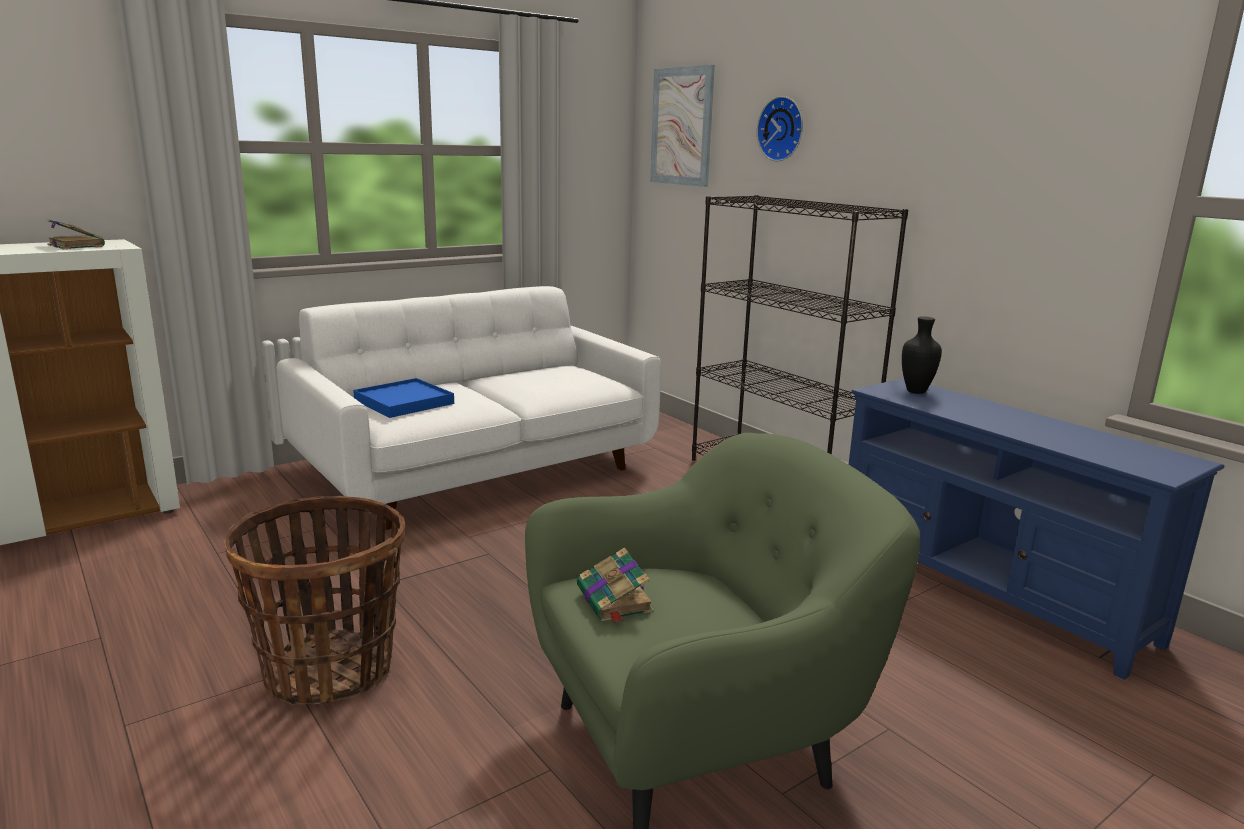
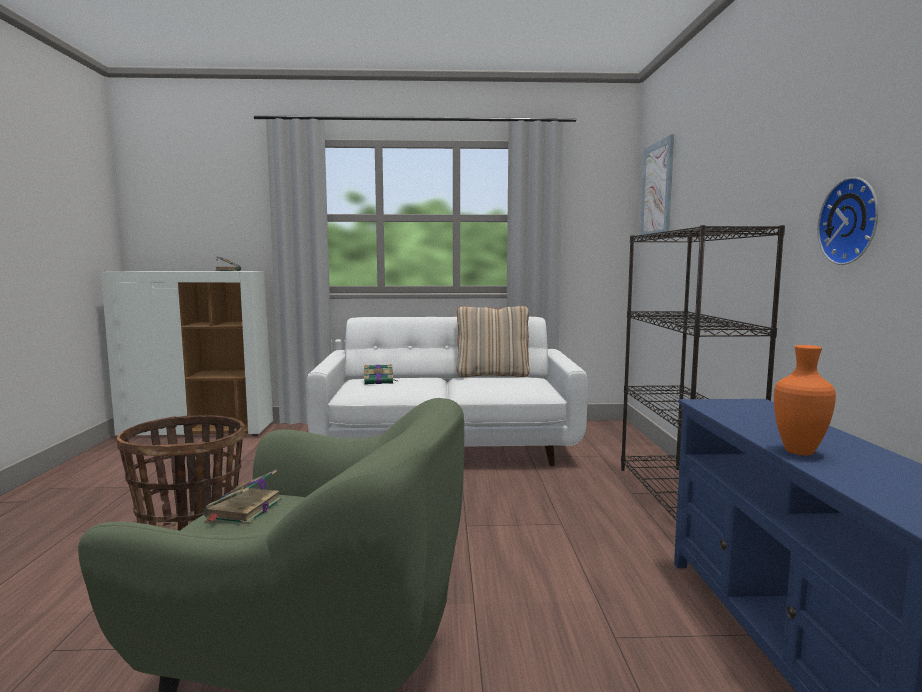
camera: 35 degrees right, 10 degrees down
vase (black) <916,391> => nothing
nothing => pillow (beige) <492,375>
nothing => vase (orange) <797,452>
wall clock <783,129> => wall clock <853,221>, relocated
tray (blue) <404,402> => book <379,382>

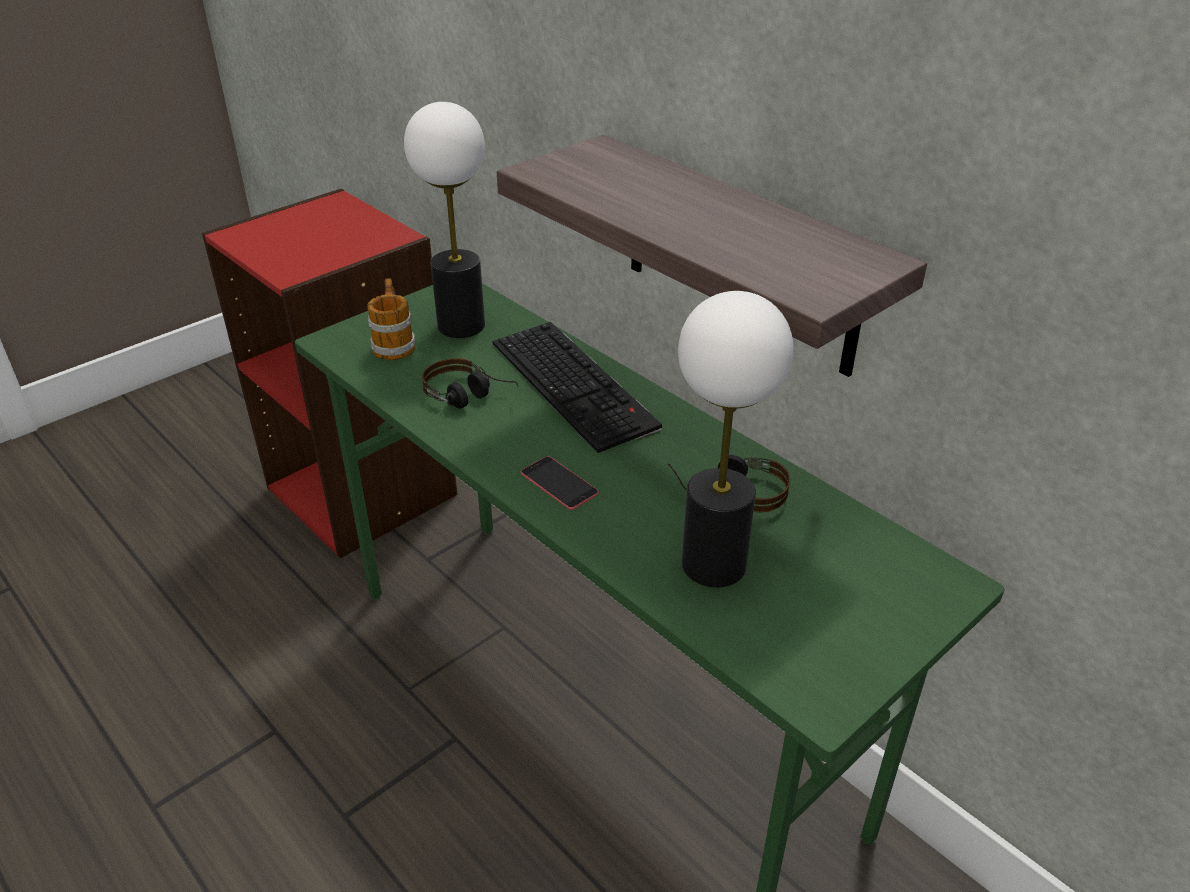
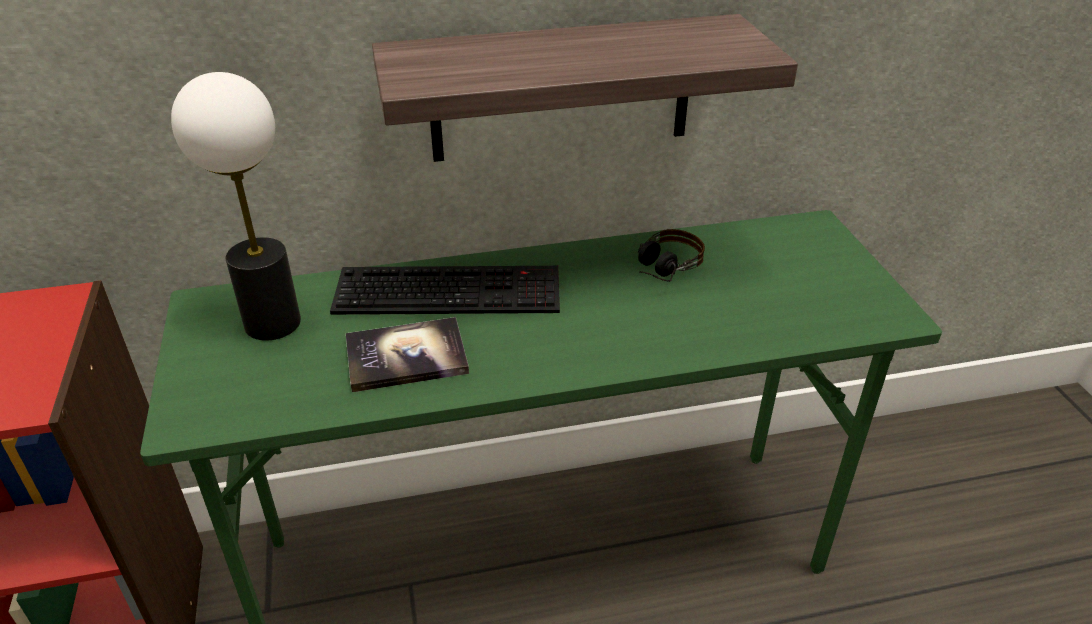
camera: 60 degrees left, 0 degrees up
mug <394,343> => nothing
phone <559,483> => nothing
table lamp <714,565> => nothing
headphones <471,398> => book <406,356>

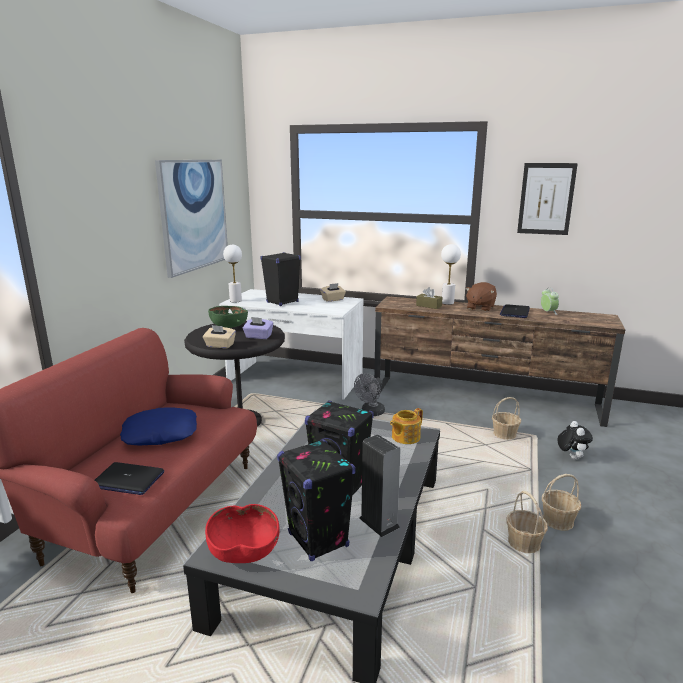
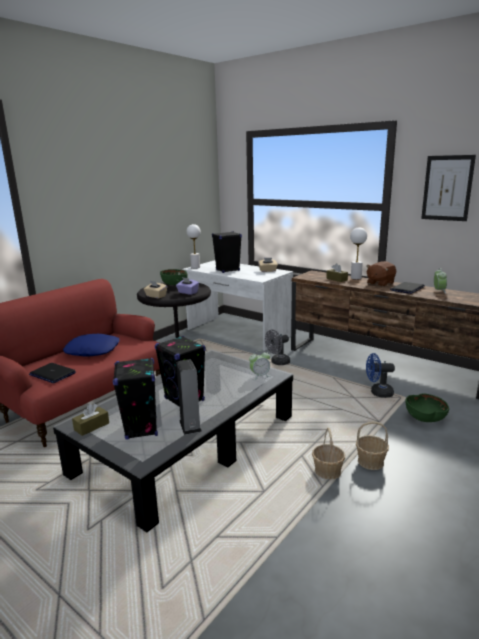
camera: 20 degrees right, 0 degrees up
picture <194,215> => nothing
bowl (red) <244,551> => tissue box (brown) <91,426>
teapot <405,437> => alarm clock <260,376>
basket <504,434> => fan (blue) <378,393>
plush toy <571,457> => bowl (green) <424,418>

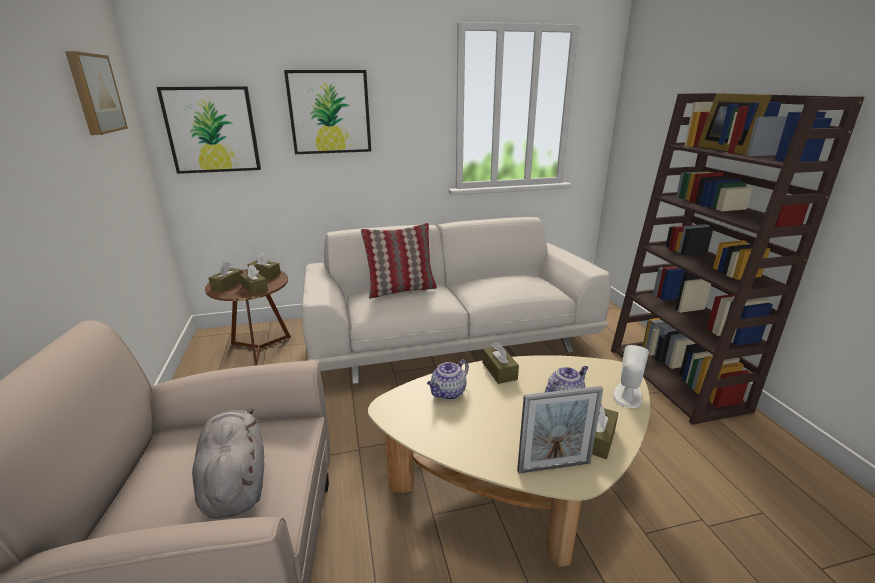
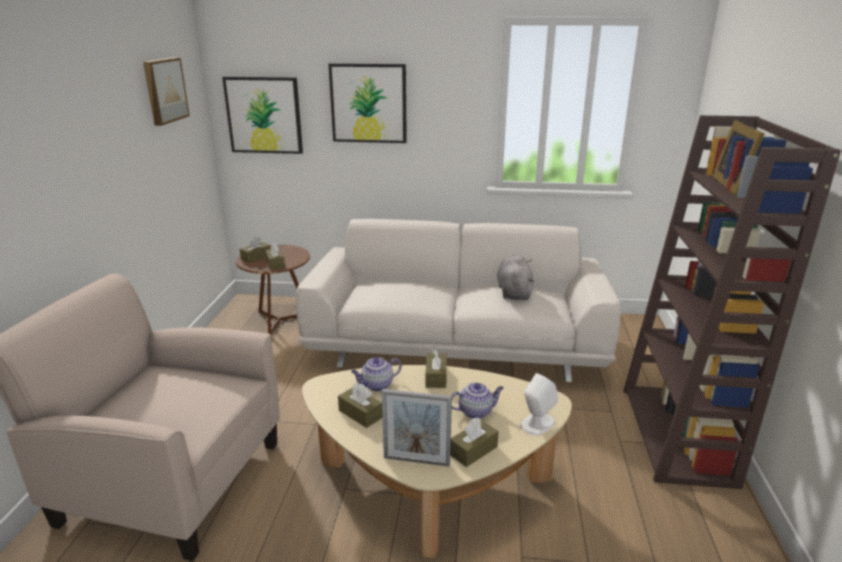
camera: 20 degrees right, 0 degrees up
pillow <401,290> => nothing
plush toy (grey) <235,482> => plush toy (grey) <514,292>, relocated
tissue box (brown) <265,274> => tissue box (brown) <360,414>, relocated

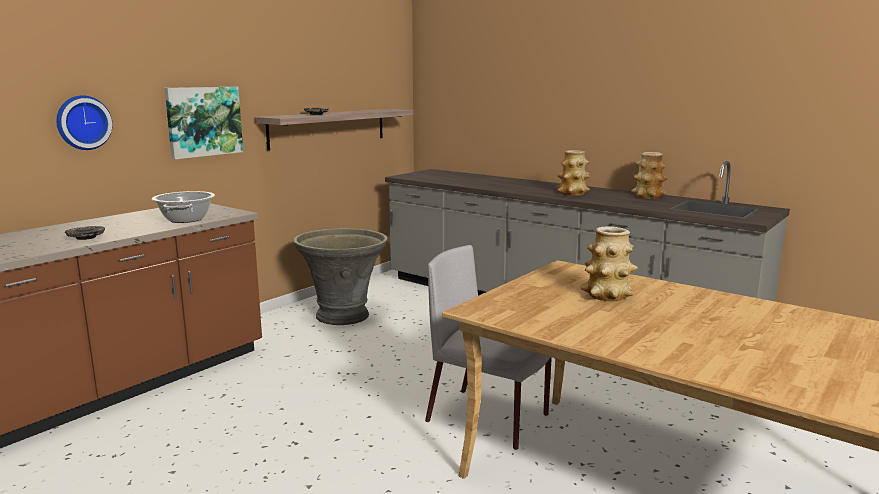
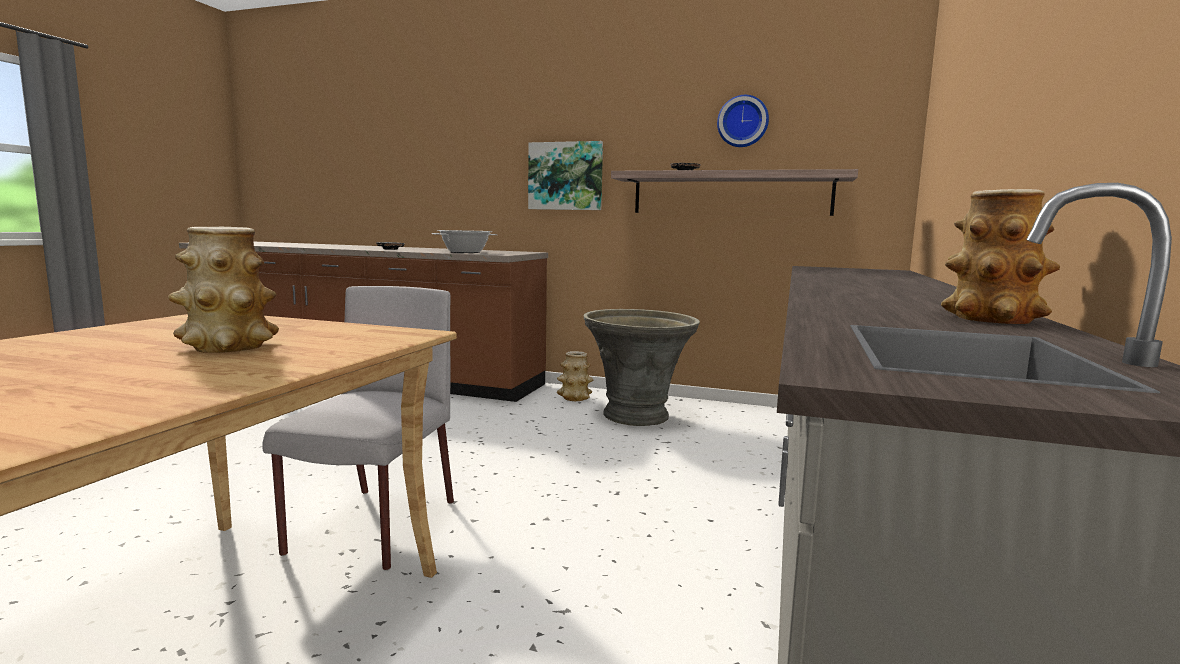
camera: 70 degrees right, 5 degrees down
wall clock <82,122> => wall clock <743,121>, relocated
vase <572,193> => vase <574,398>, relocated

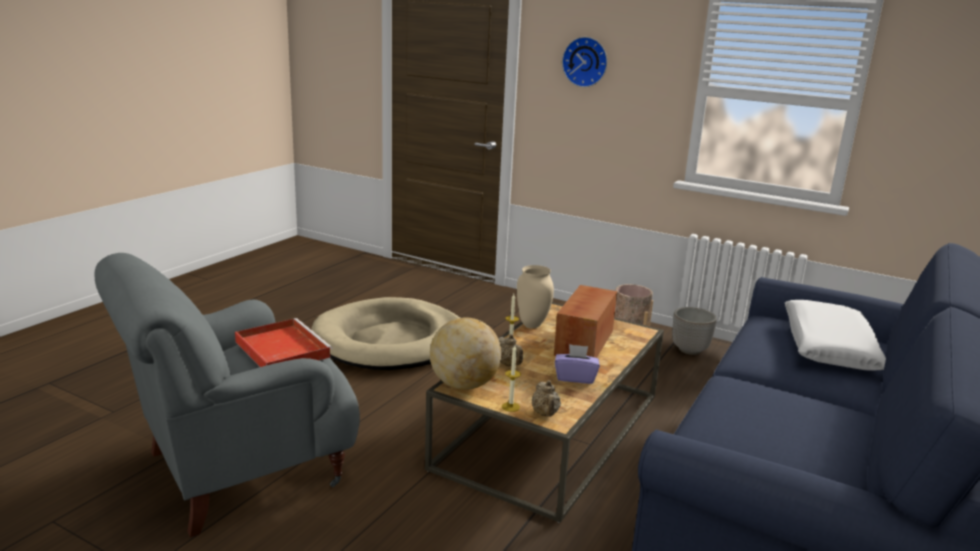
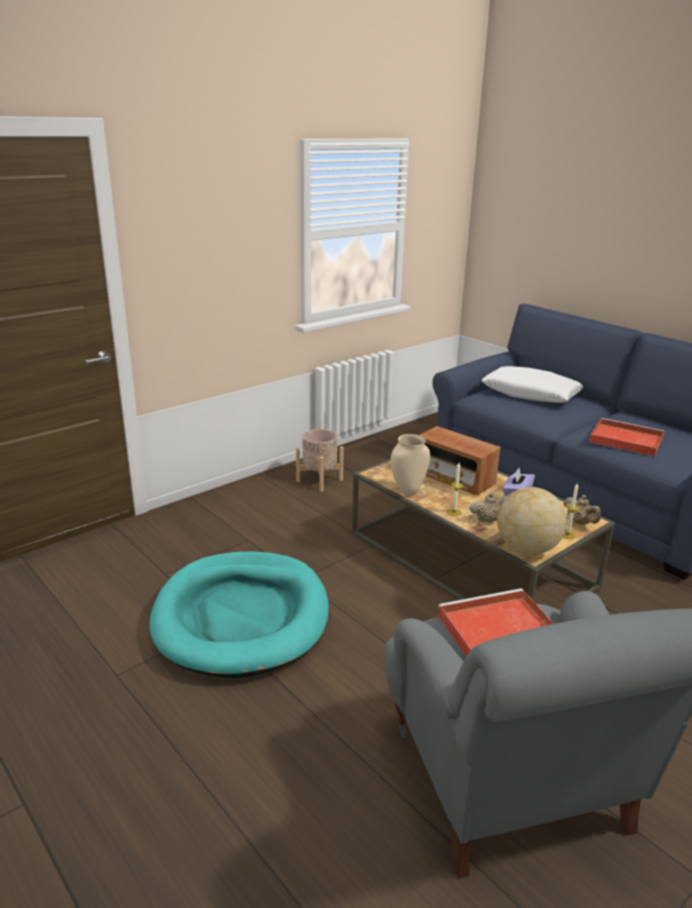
camera: 70 degrees left, 5 degrees up
wall clock <586,61> => nothing
planter <690,350> => nothing
nothing => tray (red) <624,440>
dog bed (beige) <391,341> => dog bed (turquoise) <242,617>
teapot (beige) <545,414> => teapot (beige) <579,522>, 45 degrees clockwise

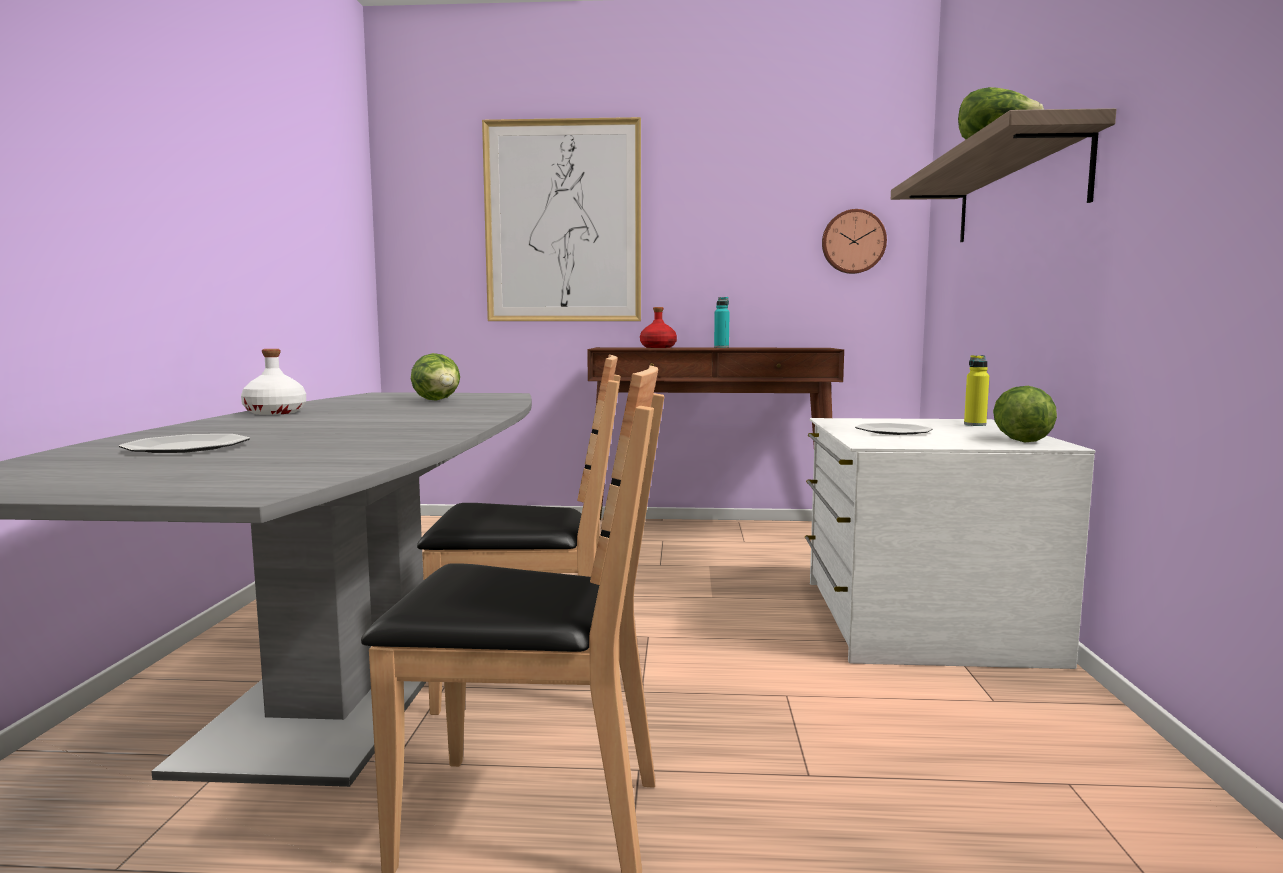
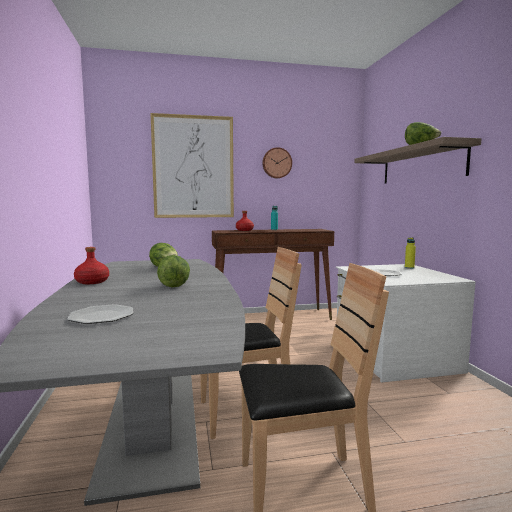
camera: 15 degrees left, 0 degrees up
wall clock <853,242> => wall clock <276,163>, relocated
lettuce <1020,440> => lettuce <174,285>, relocated
bottle (white) <274,412> => bottle (red) <92,282>

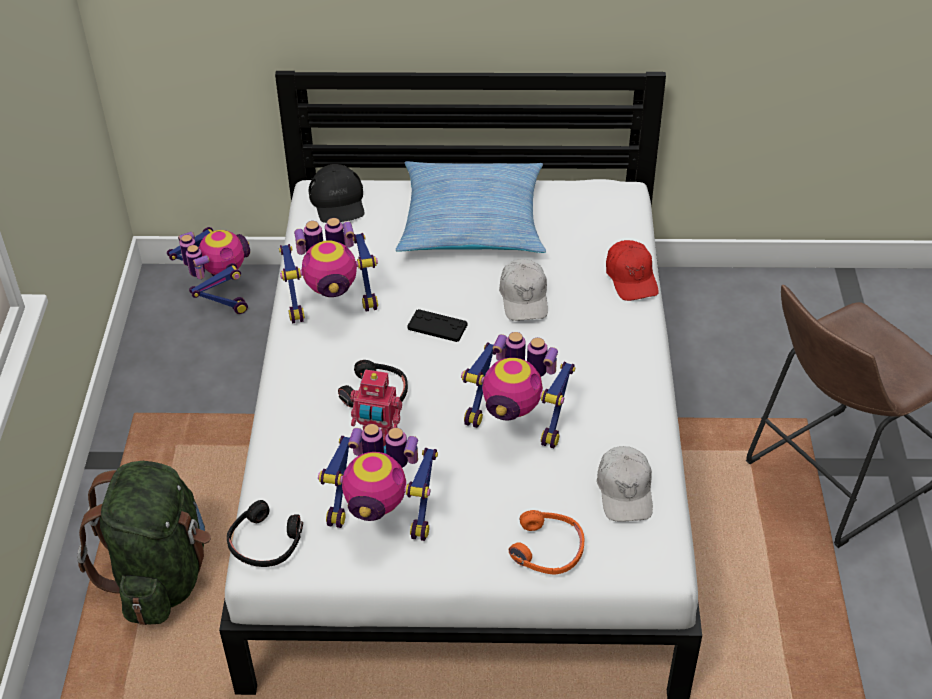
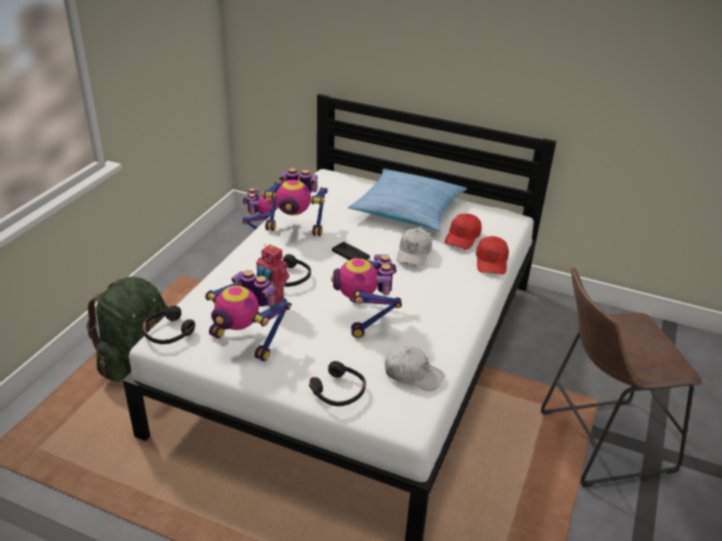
camera: 20 degrees right, 10 degrees down
cap (black) <338,201> => nothing
nothing => cap (red) <463,237>
headphones (orange) <547,549> => headphones (black) <338,391>
toy robot <516,424> => toy robot <365,317>, 45 degrees clockwise
cap (white) <625,491> => cap (white) <413,374>, 90 degrees counterclockwise

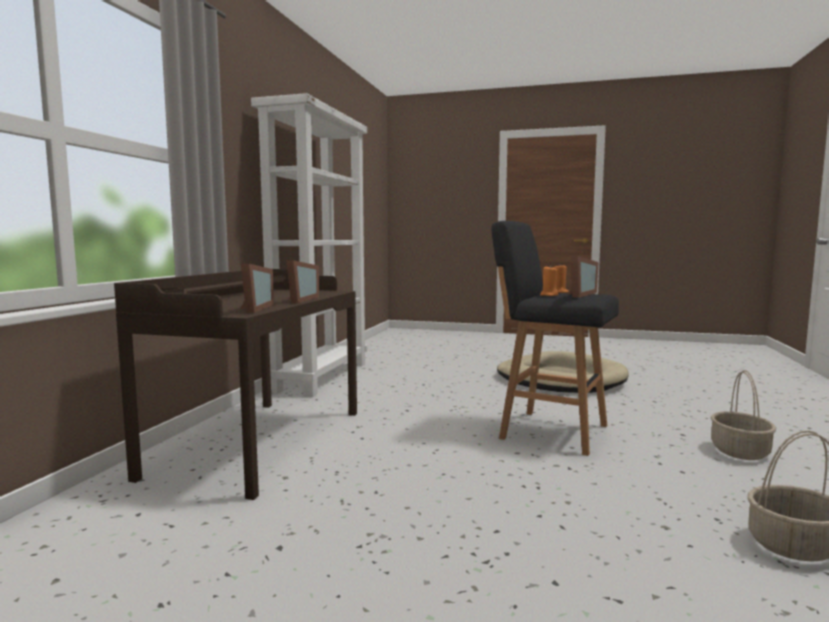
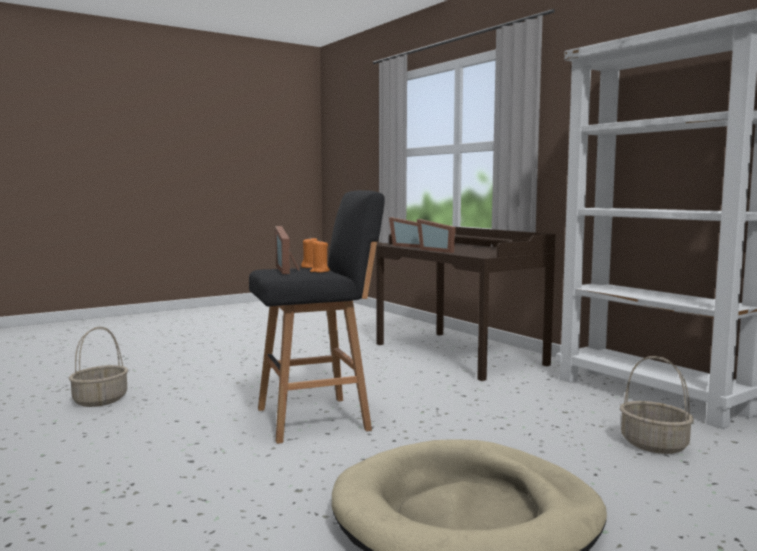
camera: 130 degrees right, 0 degrees up
basket <740,451> => basket <652,444>, relocated

